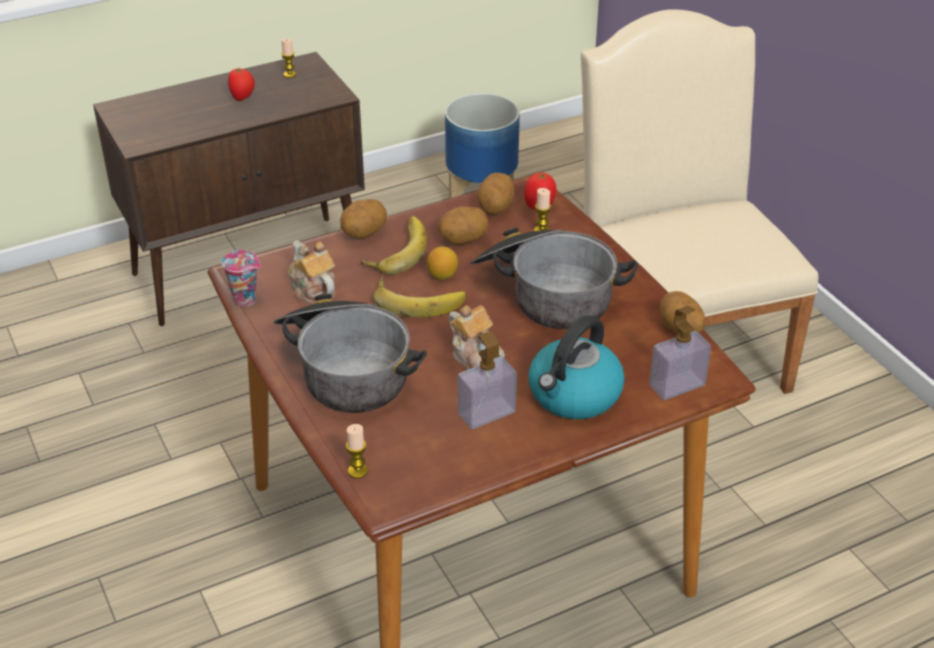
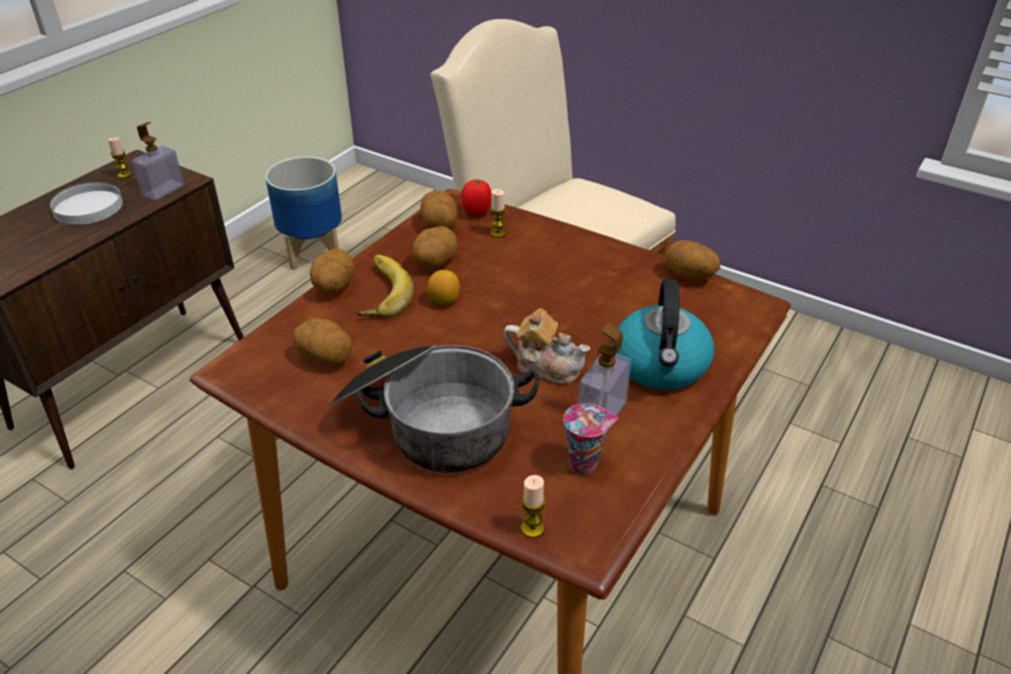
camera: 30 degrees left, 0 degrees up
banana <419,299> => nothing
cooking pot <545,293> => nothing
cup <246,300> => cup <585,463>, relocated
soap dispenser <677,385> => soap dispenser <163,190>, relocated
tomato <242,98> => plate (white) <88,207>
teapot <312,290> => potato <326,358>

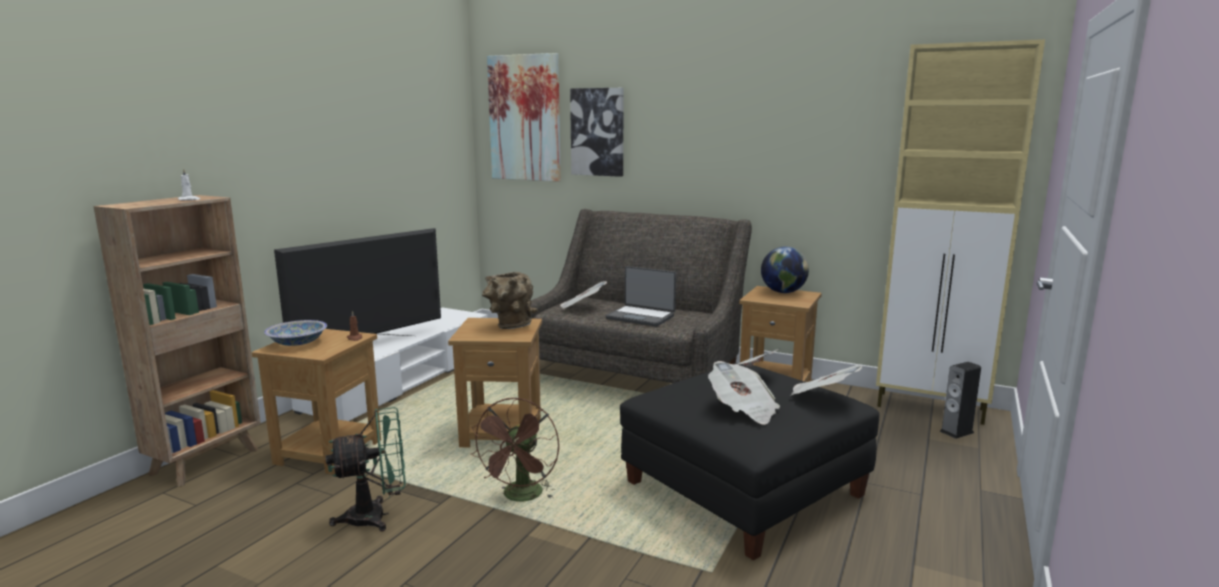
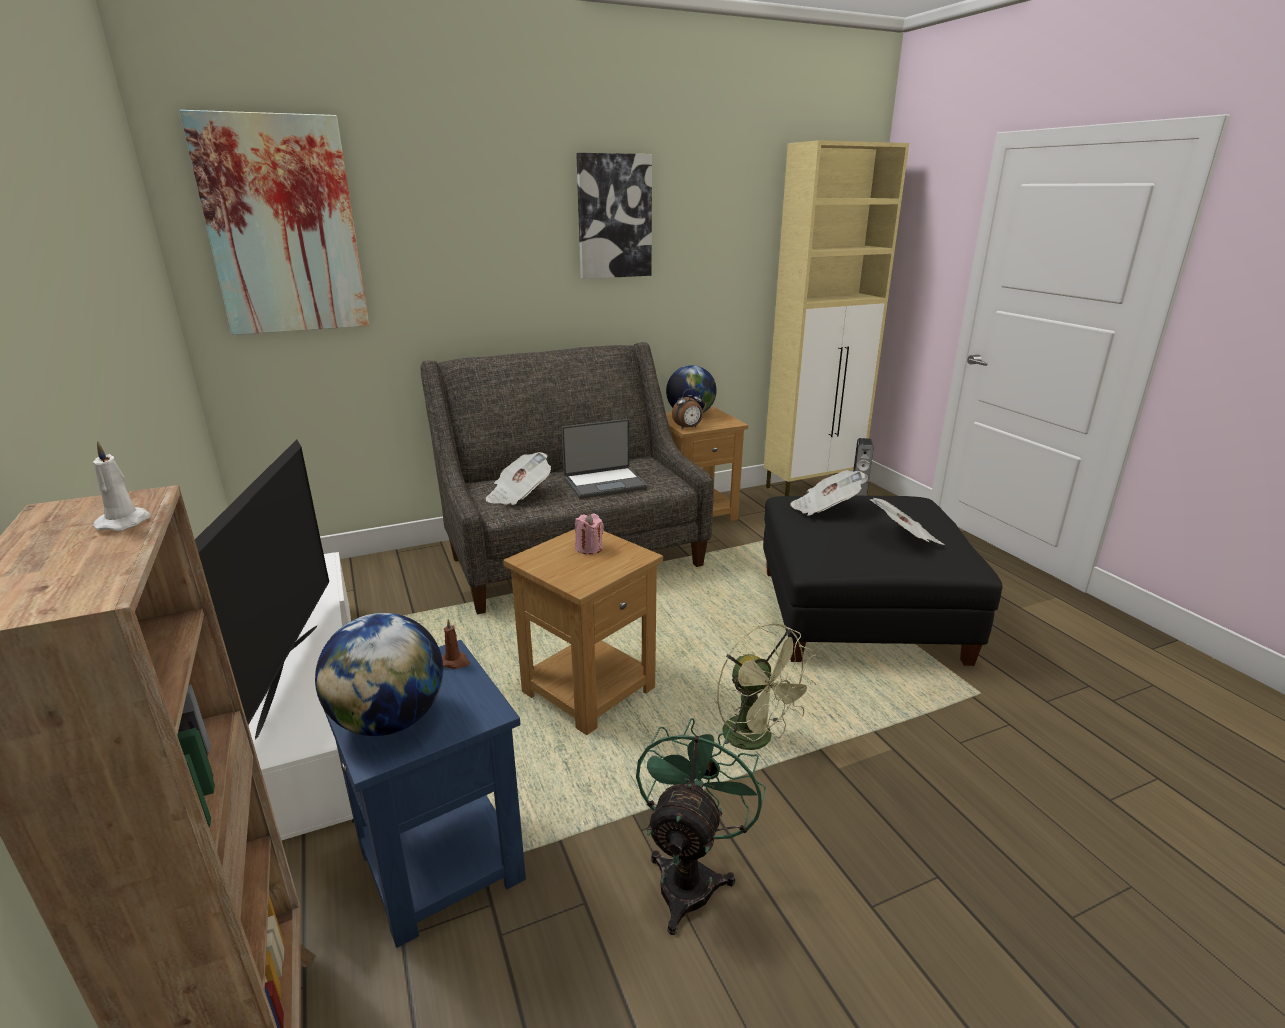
camera: 50 degrees left, 10 degrees up
newspaper <822,397> => nothing
nothing => alarm clock <688,428>
picture <598,132> => picture <614,217>, relocated
bowl <297,343> => globe <389,720>
vase (brown) <509,326> => candle (pink) <589,548>
side table (brown) <328,453> => side table (blue) <442,864>
fan (brown) <521,497> => fan (green) <756,740>

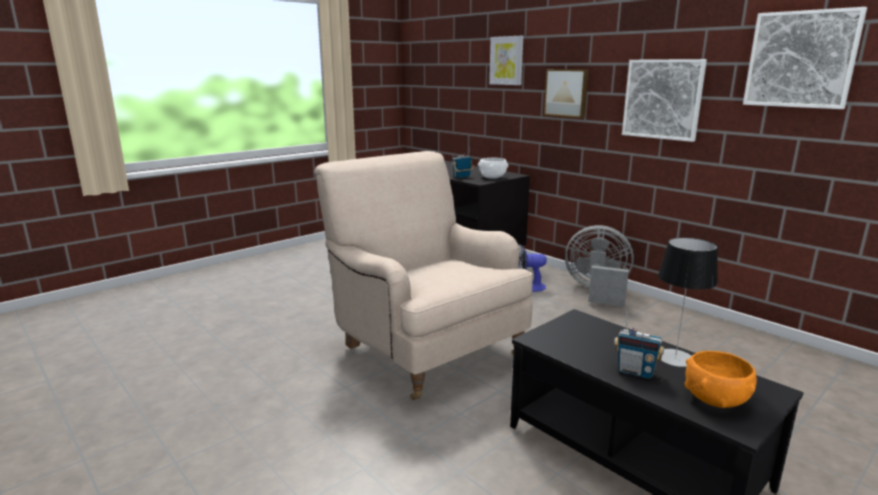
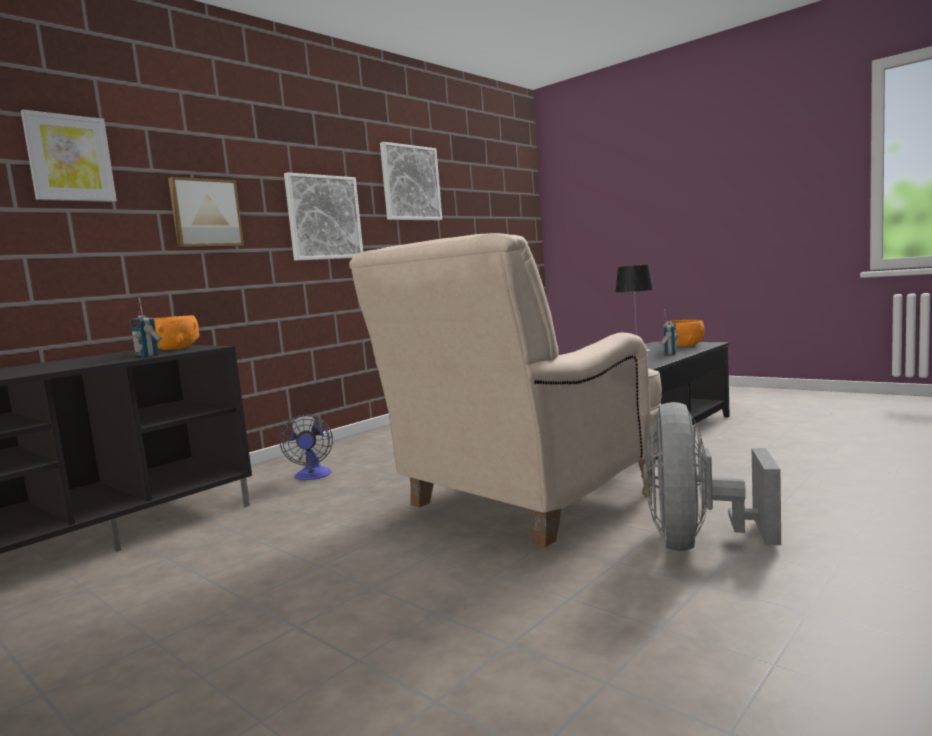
camera: 95 degrees left, 10 degrees down
fan (grey) <597,292> => fan (grey) <697,542>, relocated
bowl (white) <492,177> => bowl (orange) <175,348>

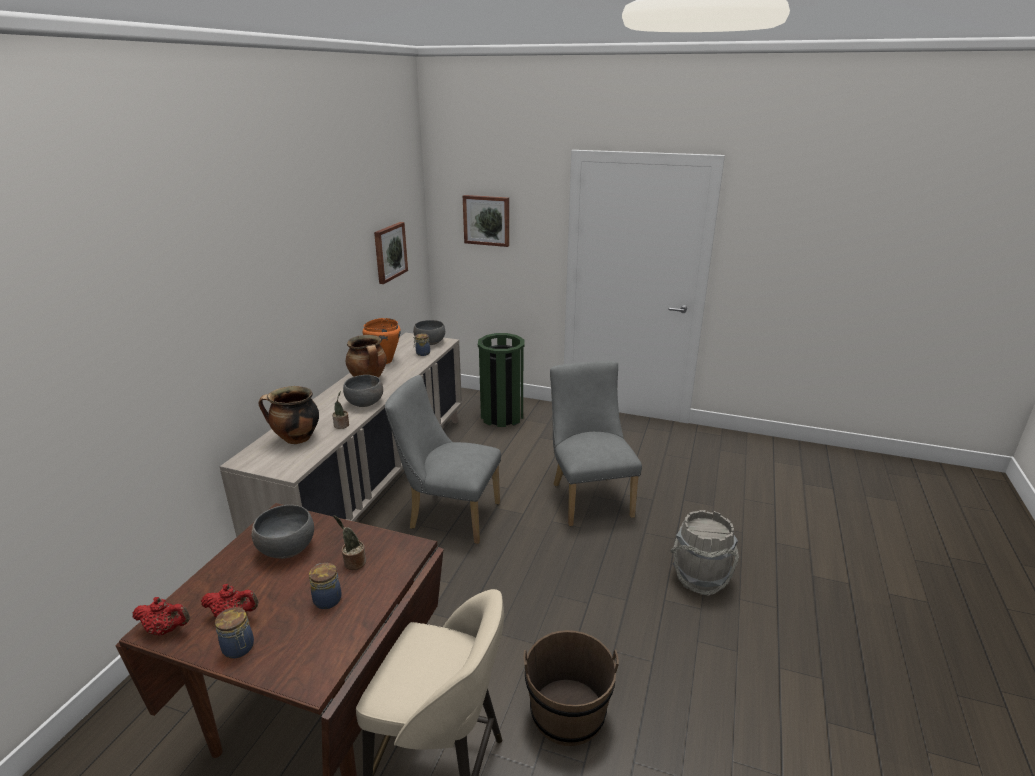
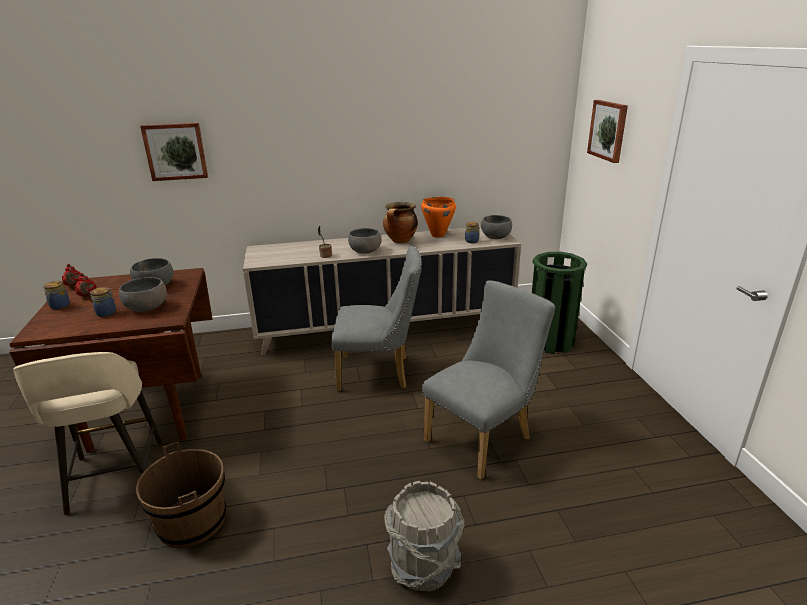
camera: 60 degrees right, 0 degrees up
cooking pot <296,439> => nothing
picture <389,252> => picture <175,151>, relocated
potted plant <353,562> => bowl (grey) <147,307>
chair (grey) <448,515> => chair (grey) <380,373>, 105 degrees clockwise

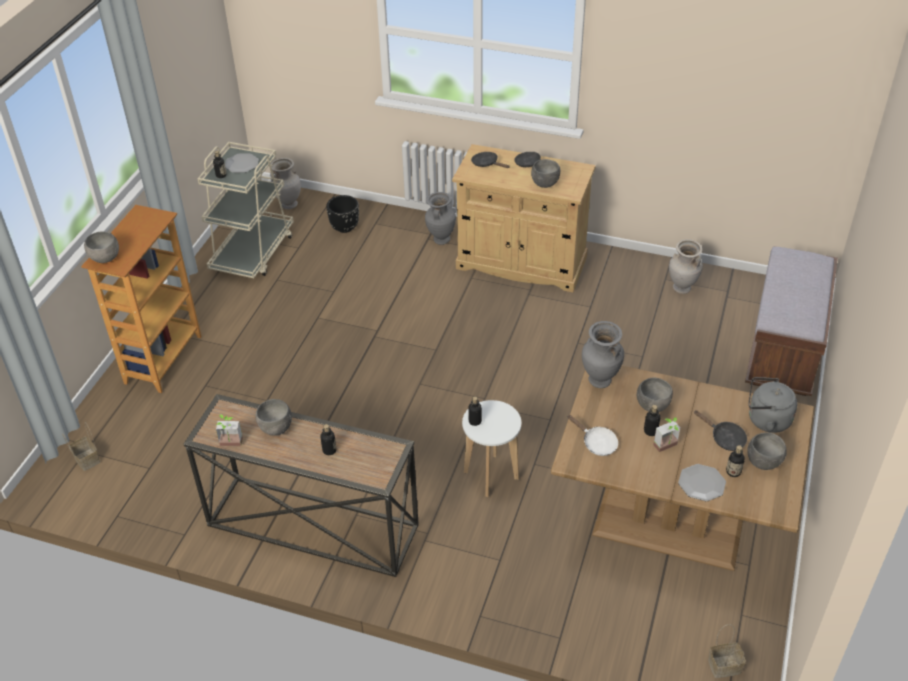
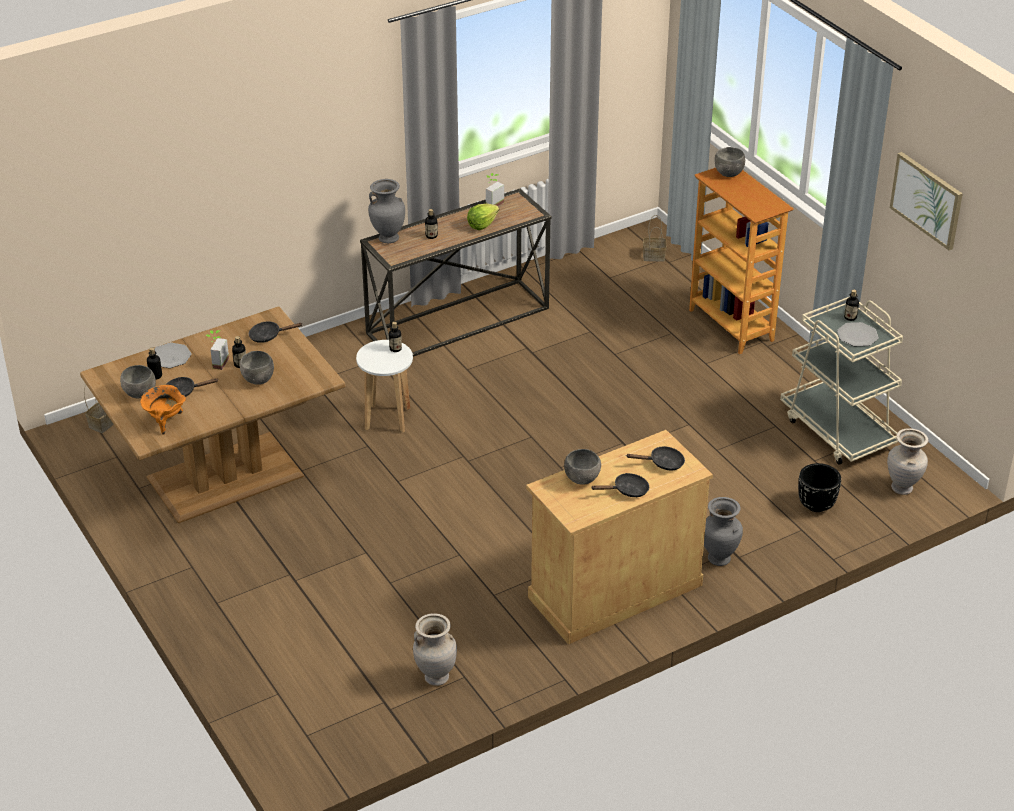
camera: 130 degrees right, 5 degrees down
bench (brown) <783,350> => nothing
nothing => picture <927,200>
vase (grey) <599,381> => vase (grey) <388,238>, relocated
bowl (grey) <275,429> => lettuce <482,225>
kettle (grey) <766,420> => cooking pot (orange) <165,422>
frying pan (white) <596,443> => frying pan (black) <268,336>

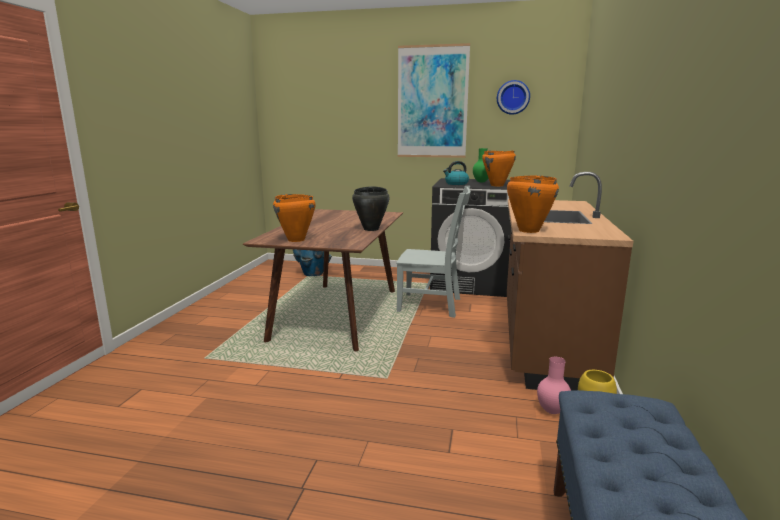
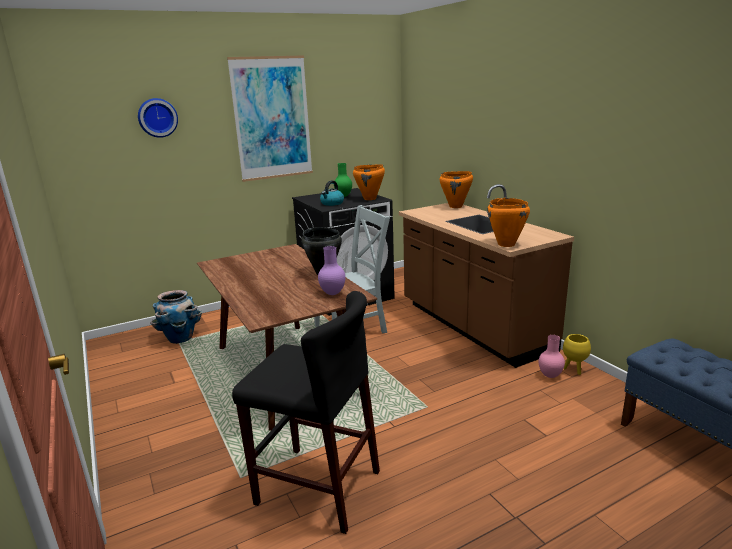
camera: 40 degrees left, 5 degrees up
nothing => stool (black) <318,487>
nothing => vase (purple) <332,294>
cooking pot (orange) <296,240> => cooking pot (orange) <456,206>, relocated
wall clock <513,97> => wall clock <157,117>, relocated

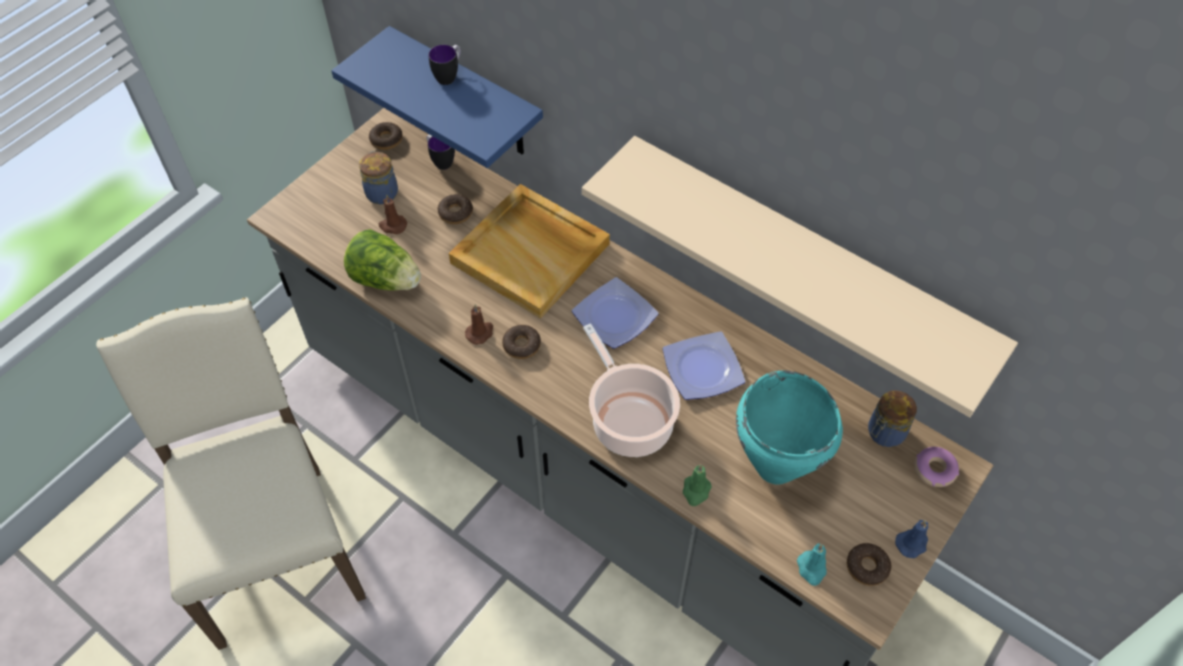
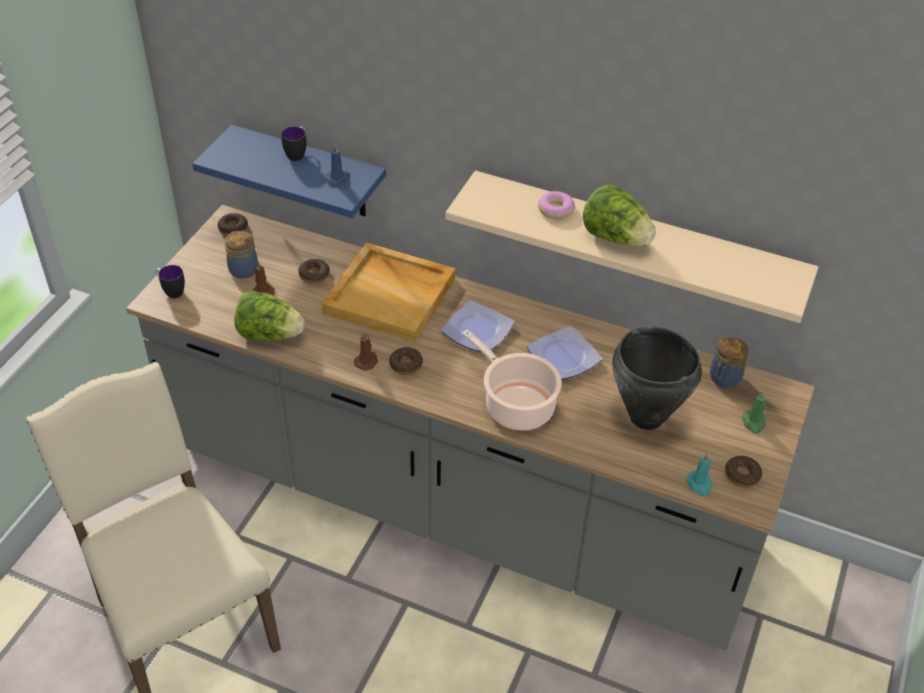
camera: 15 degrees left, 10 degrees down
nothing => lettuce <616,238>
mug <440,161> => mug <171,291>, relocated
candle (green) <696,491> => candle (green) <754,423>, relocated
candle (blue) <912,543> => candle (blue) <338,178>, relocated
donut <934,470> => donut <555,210>, relocated
cooking pot (turquoise) <775,467> => cooking pot (black) <646,418>

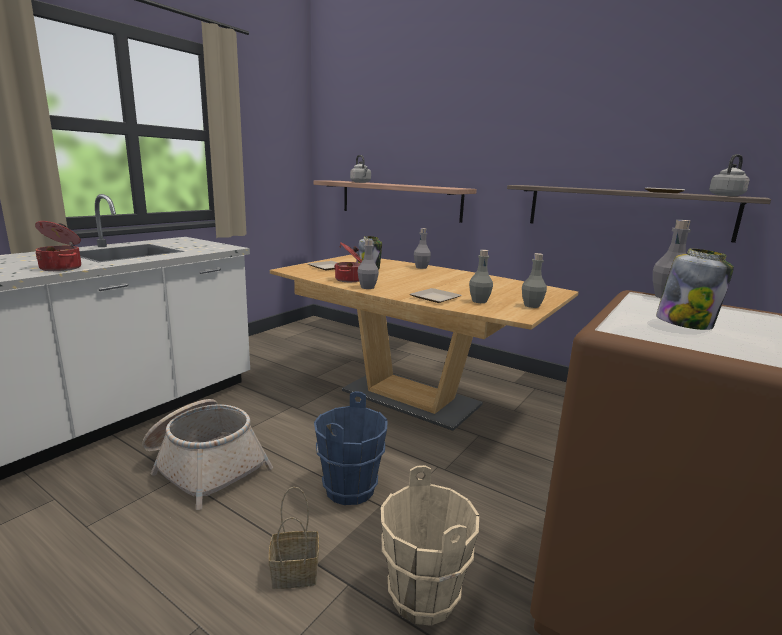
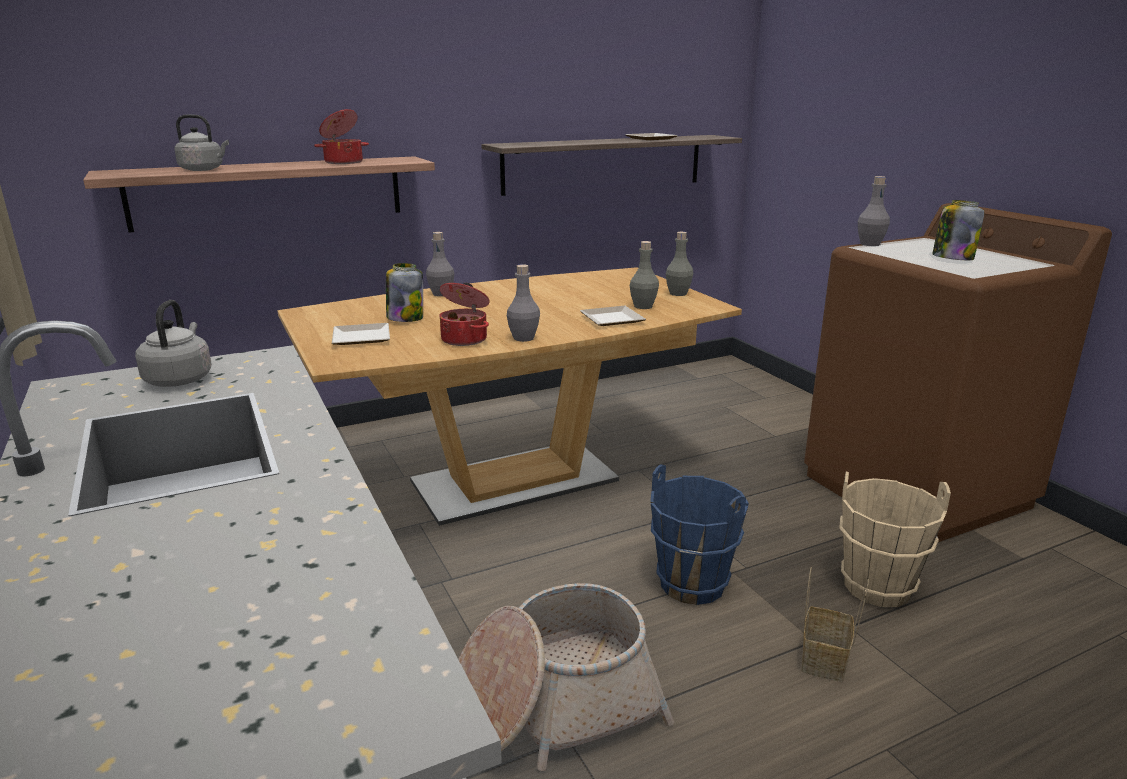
camera: 60 degrees left, 5 degrees up
cooking pot <62,268> => cooking pot <343,162>, relocated
kettle (grey) <727,195> => kettle (grey) <180,379>, relocated

